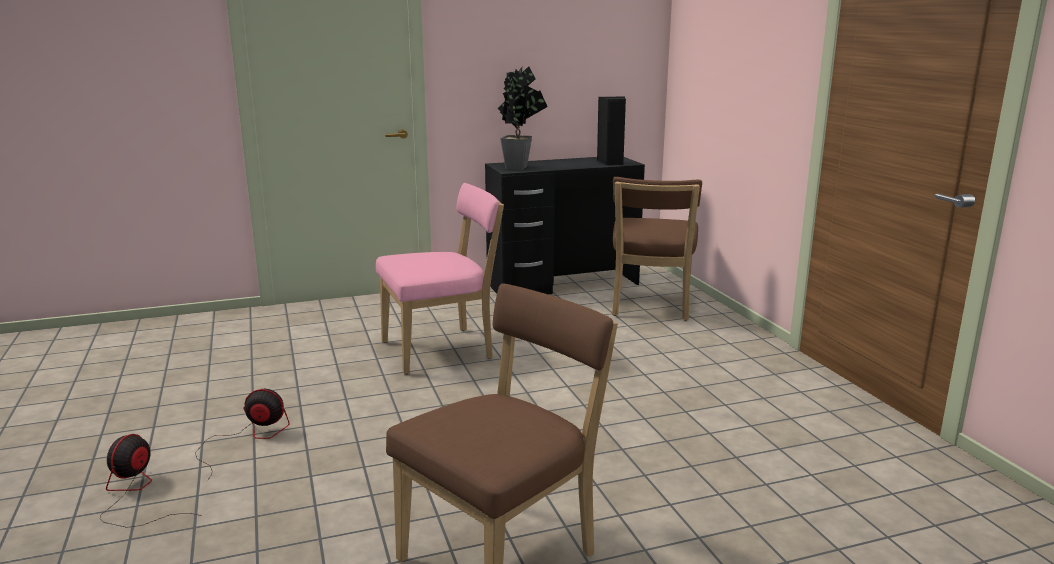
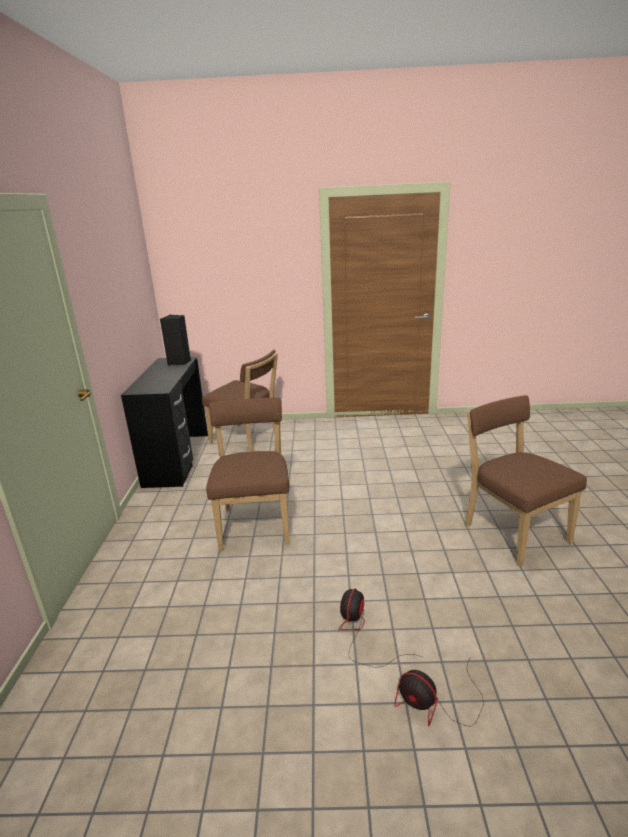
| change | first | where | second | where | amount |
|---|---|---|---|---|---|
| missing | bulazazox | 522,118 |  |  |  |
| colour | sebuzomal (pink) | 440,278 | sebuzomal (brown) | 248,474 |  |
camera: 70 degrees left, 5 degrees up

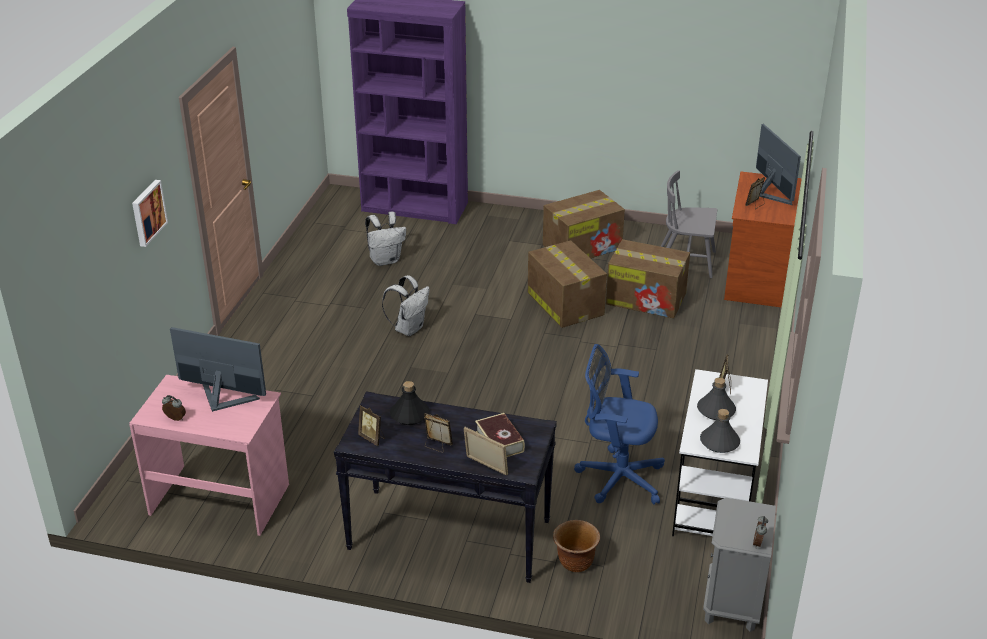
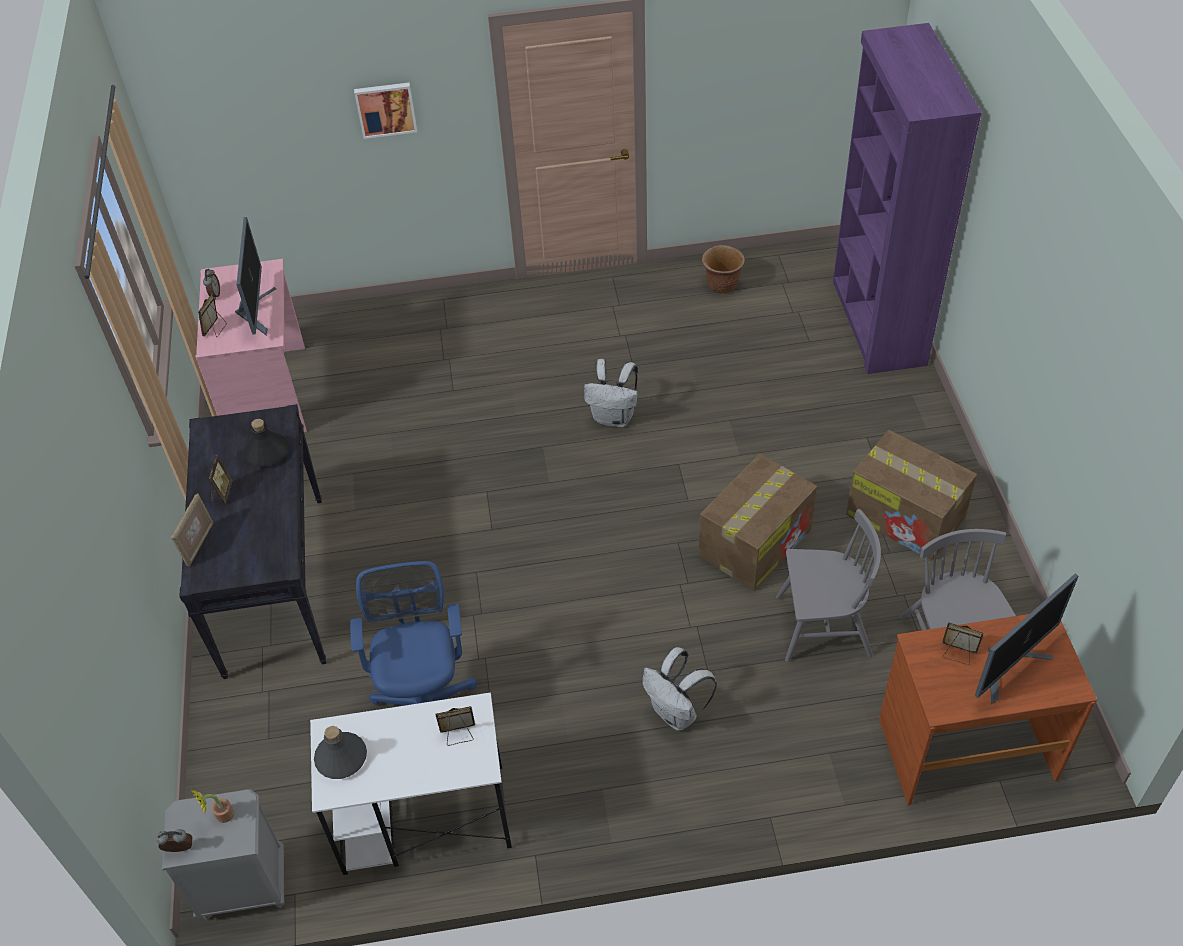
| change | first | where | second | where | amount |
|---|---|---|---|---|---|
| relocated | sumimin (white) | 385,239 |  | 679,689 |  |
| exchanged | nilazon | 648,278 | sebuzomal (grey) | 828,585 |  |
| missing | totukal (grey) | 716,399 |  |  |  |
| relocated | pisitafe | 371,425 |  | 212,315 |  |
| missing | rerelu | 500,435 |  |  |  |
| relocated | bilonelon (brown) | 576,546 |  | 723,269 |  |
| appeared |  |  | bulazazox | 212,806 |  |
camera: 70 degrees right, 15 degrees up

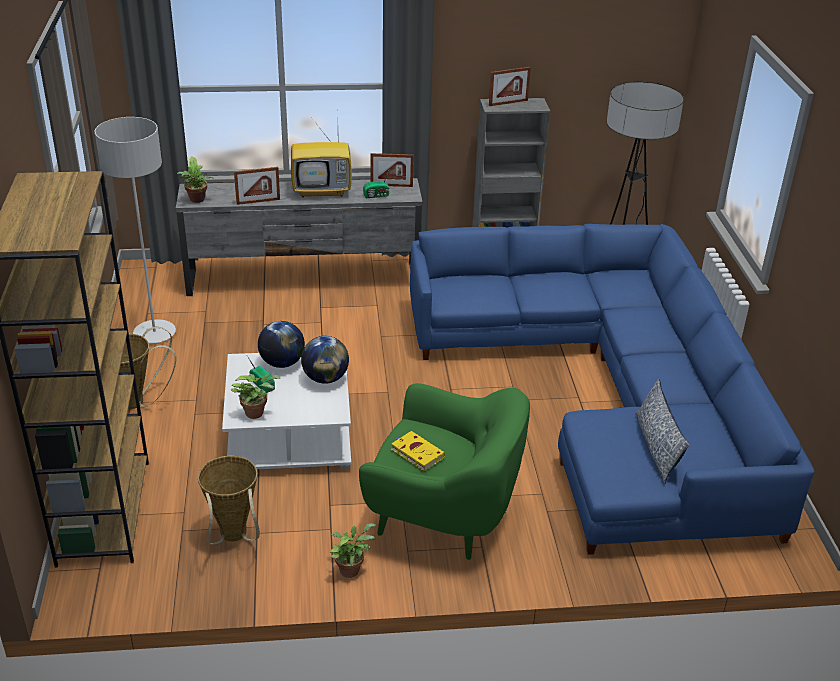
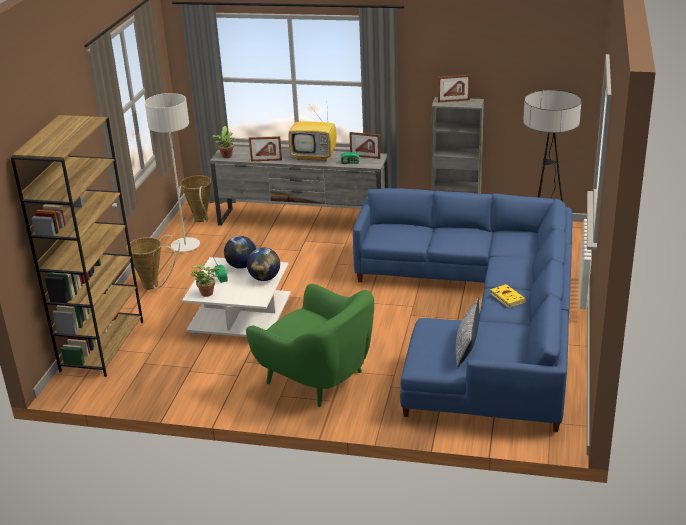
| change | first | where | second | where | amount |
|---|---|---|---|---|---|
| relocated | rerelu (yellow) | 418,451 |  | 508,296 |  |
| relocated | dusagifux | 229,500 |  | 194,198 |  |
| missing | bulazazox | 353,550 |  |  |  |
camera: 20 degrees right, 5 degrees down

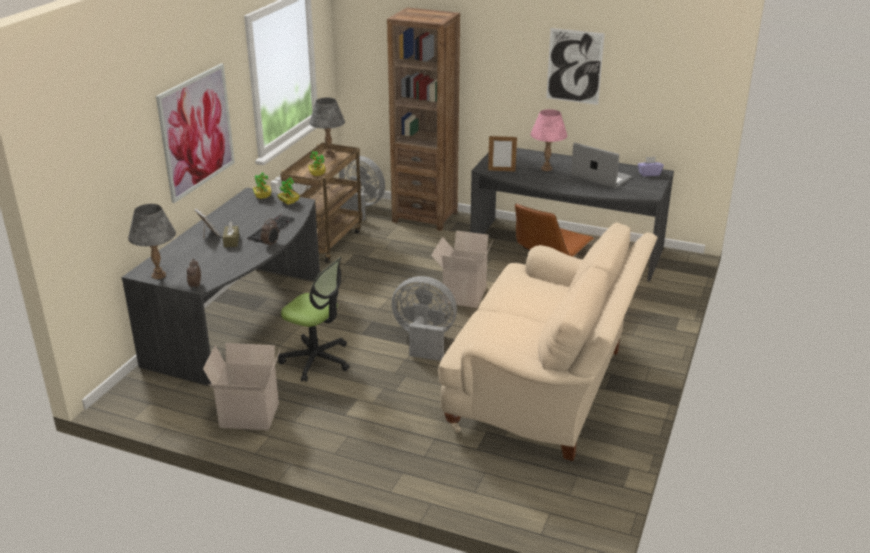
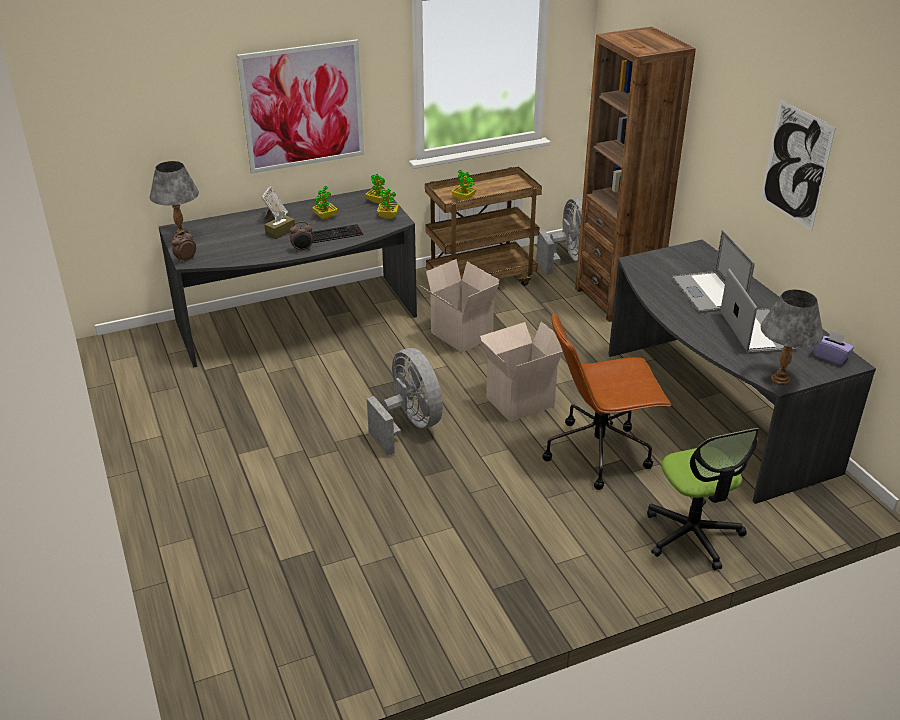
| change | first | where | second | where | amount |
|---|---|---|---|---|---|
| relocated | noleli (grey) | 327,127 |  | 792,337 |  |
| exchanged | noleli (pink) | 548,140 | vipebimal | 713,271 |  |
| missing | pisitafe | 502,153 |  |  |  |
| missing | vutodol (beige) | 548,341 |  |  |  |
| relocated | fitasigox | 313,319 |  | 703,499 |  |
| relocated | nilazon | 242,386 |  | 459,306 |  |
| appeared |  |  | bulazazox | 325,202 |  |
camera: 45 degrees right, 5 degrees up

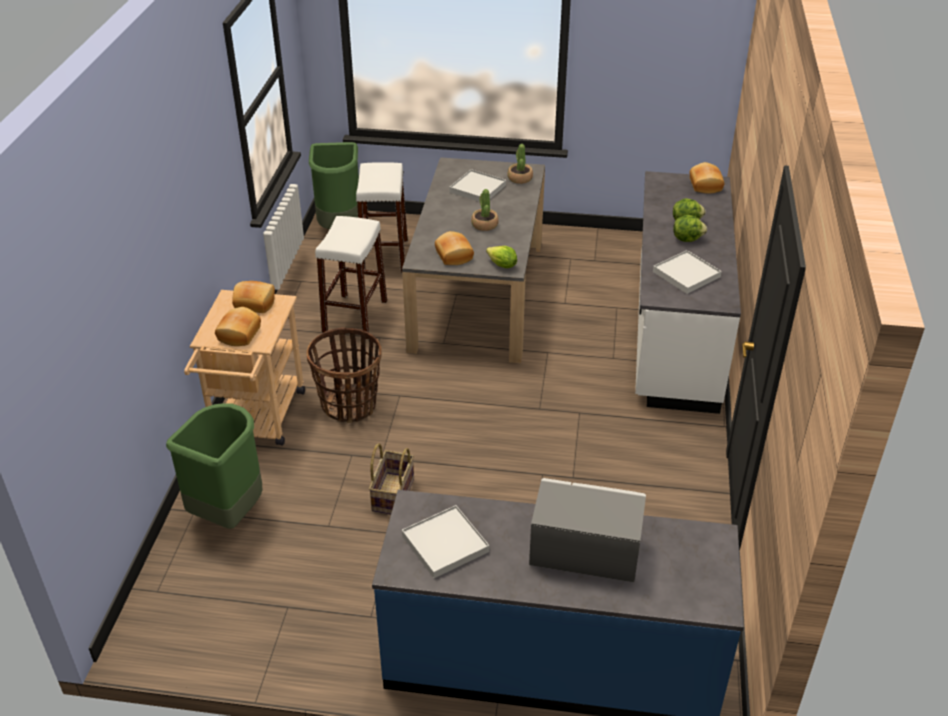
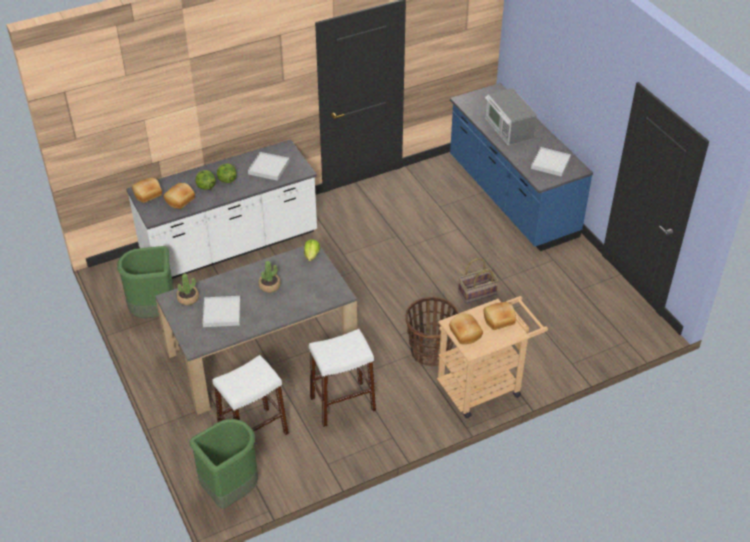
| change | first | where | second | where | amount |
|---|---|---|---|---|---|
| relocated | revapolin | 454,248 |  | 179,196 |  |
| relocated | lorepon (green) | 214,466 |  | 145,282 |  |
camera: 125 degrees left, 5 degrees up

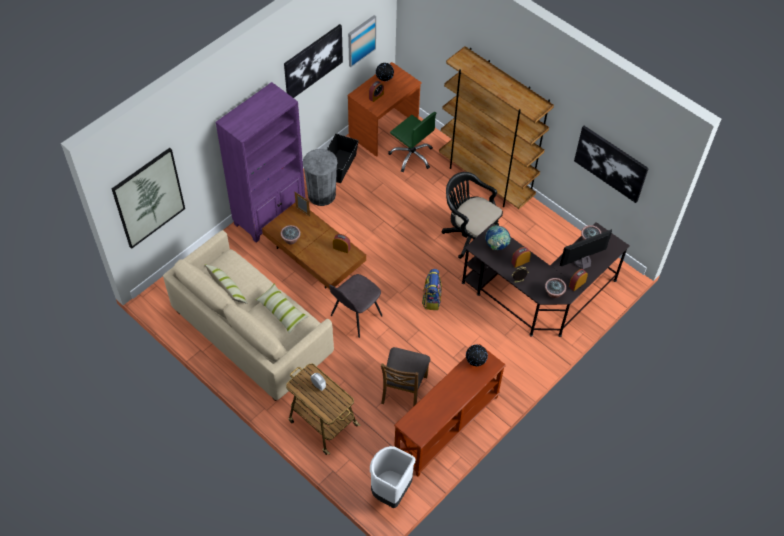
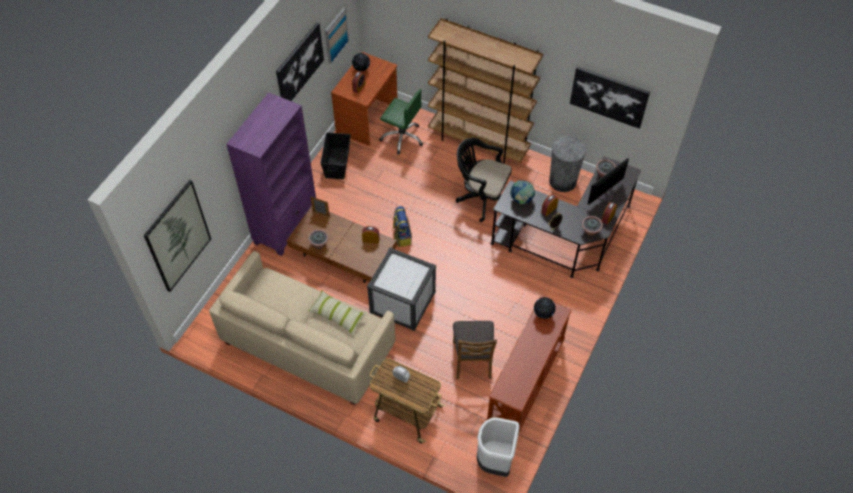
| change | first | where | second | where | amount |
|---|---|---|---|---|---|
| relocated | lorepon (grey) | 320,177 |  | 567,164 |  |
| missing | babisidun | 226,284 |  |  |  |
| relocated | sumimin | 432,289 |  | 402,226 |  |
| exchanged | sebuzomal (grey) | 356,306 | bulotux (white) | 401,289 |  |
camera: 15 degrees left, 0 degrees up

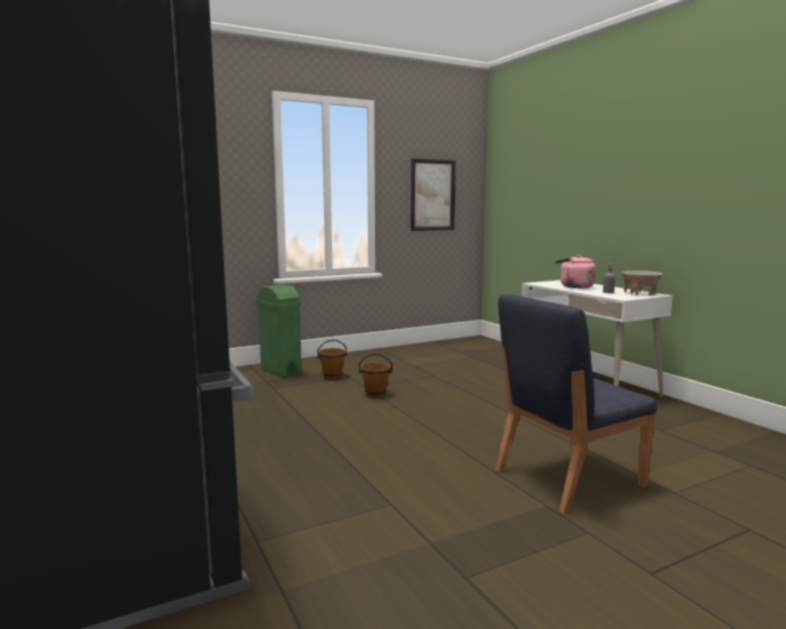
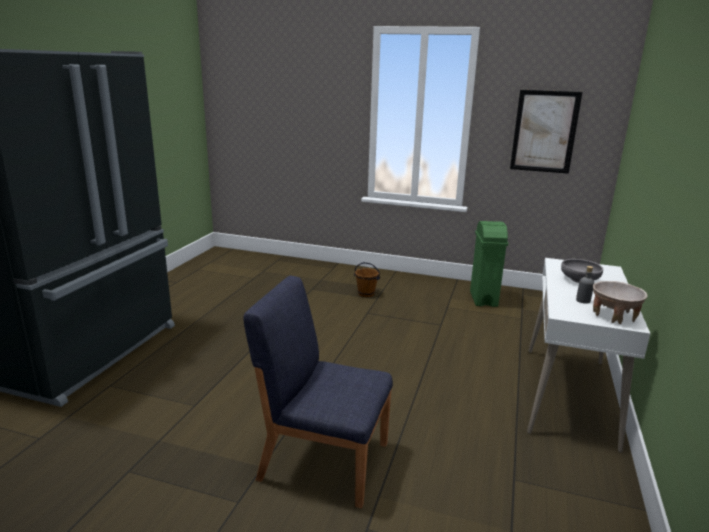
| change | first | where | second | where | amount |
|---|---|---|---|---|---|
| exchanged | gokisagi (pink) | 575,271 | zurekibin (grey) | 582,271 |  |
| relocated | lorepon (green) | 279,331 |  | 489,264 |  |
| missing | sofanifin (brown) | 376,376 |  |  |  |
camera: 45 degrees right, 10 degrees up

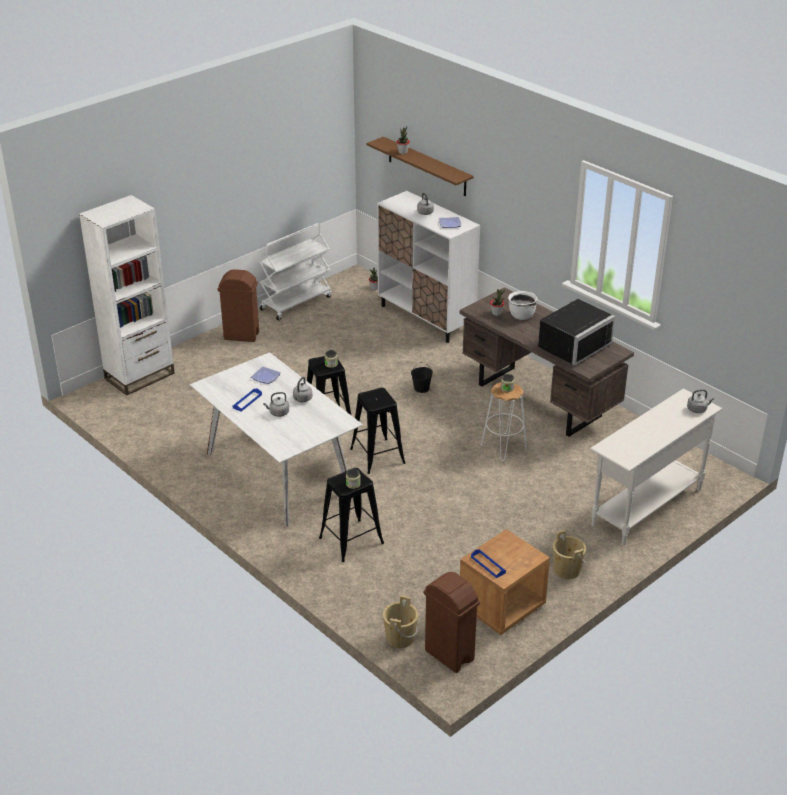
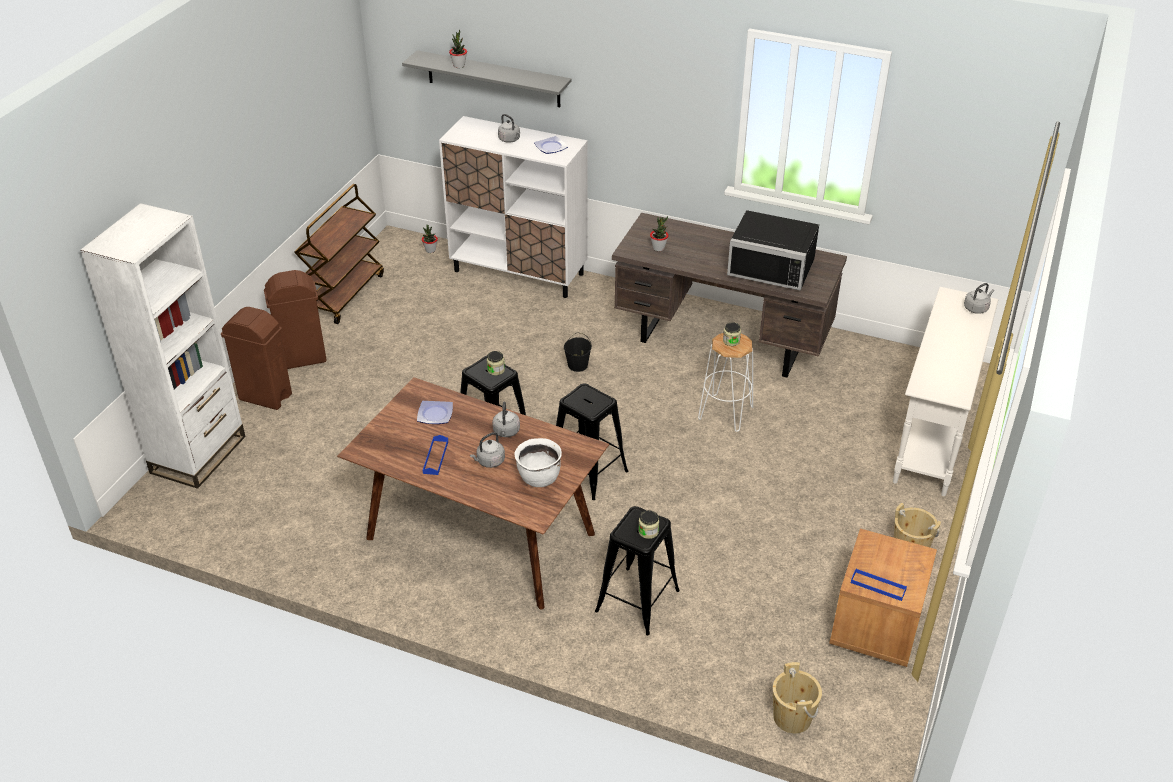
| change | first | where | second | where | amount |
|---|---|---|---|---|---|
| colour | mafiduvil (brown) | 419,166 | mafiduvil (grey) | 487,78 |  |
| colour | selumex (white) | 295,272 | selumex (brown) | 339,254 |  |
| relocated | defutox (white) | 522,305 |  | 538,462 |  |
| spun | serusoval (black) | 575,332 |  | 773,250 | 90 degrees clockwise |
| colour | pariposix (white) | 276,439 | pariposix (brown) | 473,493 |  |
| relocated | lorepon (brown) | 452,622 |  | 256,358 |  |
camera: 25 degrees left, 5 degrees up

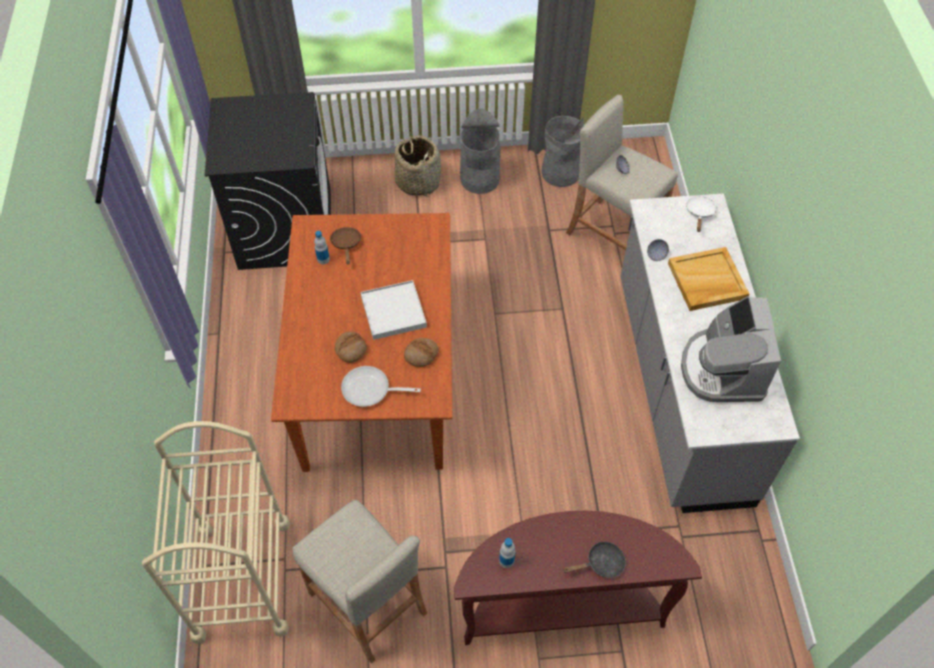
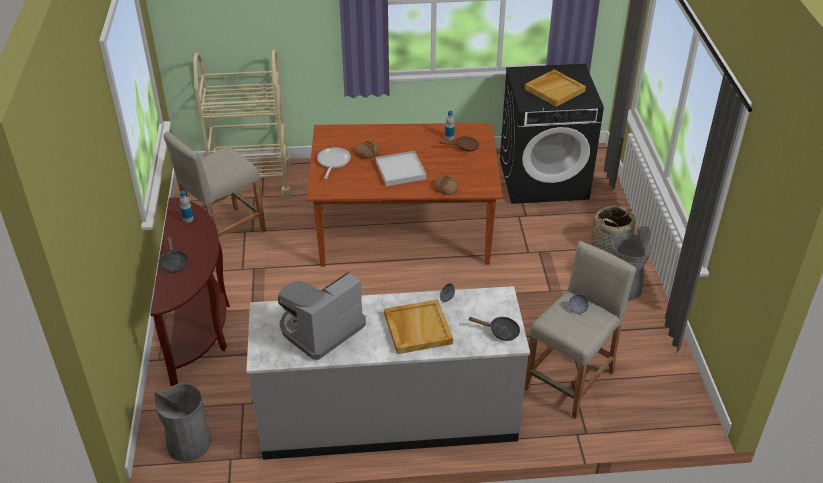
| change | first | where | second | where | amount |
|---|---|---|---|---|---|
| relocated | lorepon (grey) | 563,151 |  | 183,422 |  |
| colour | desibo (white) | 701,214 | desibo (black) | 494,329 |  |
| spun | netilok | 731,349 |  | 322,315 | 45 degrees counterclockwise |
| relocated | revapolin | 421,352 |  | 446,185 |  |
| appeared |  |  | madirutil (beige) | 555,88 |  |
camera: 90 degrees right, 15 degrees down

